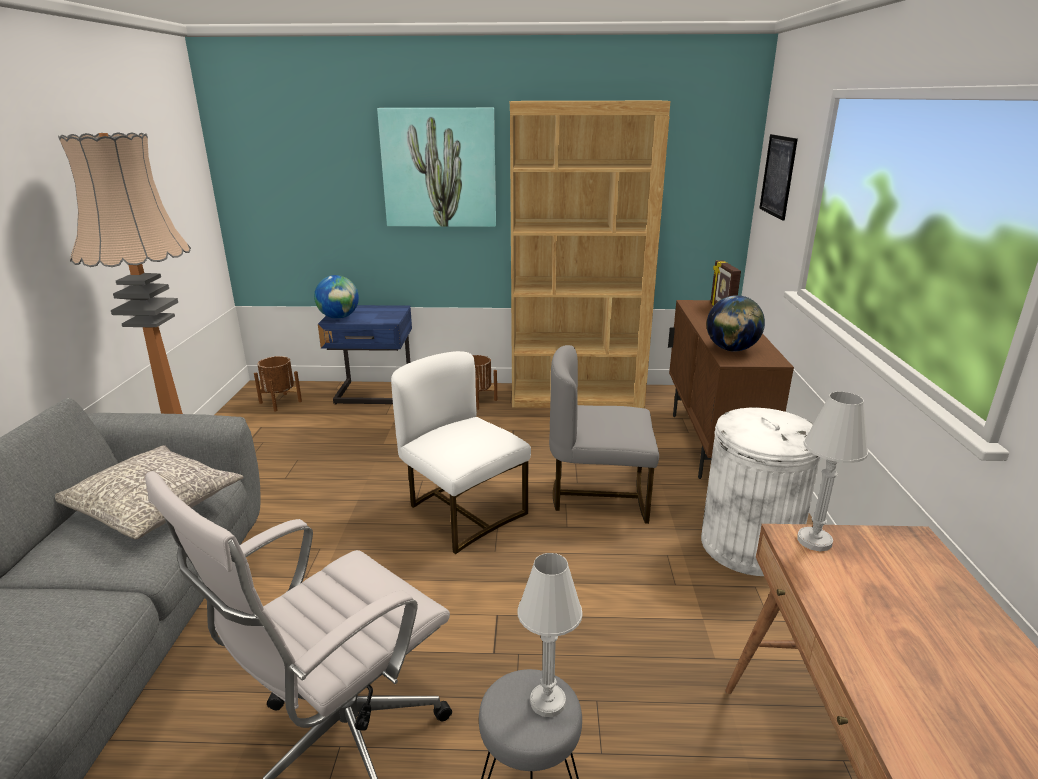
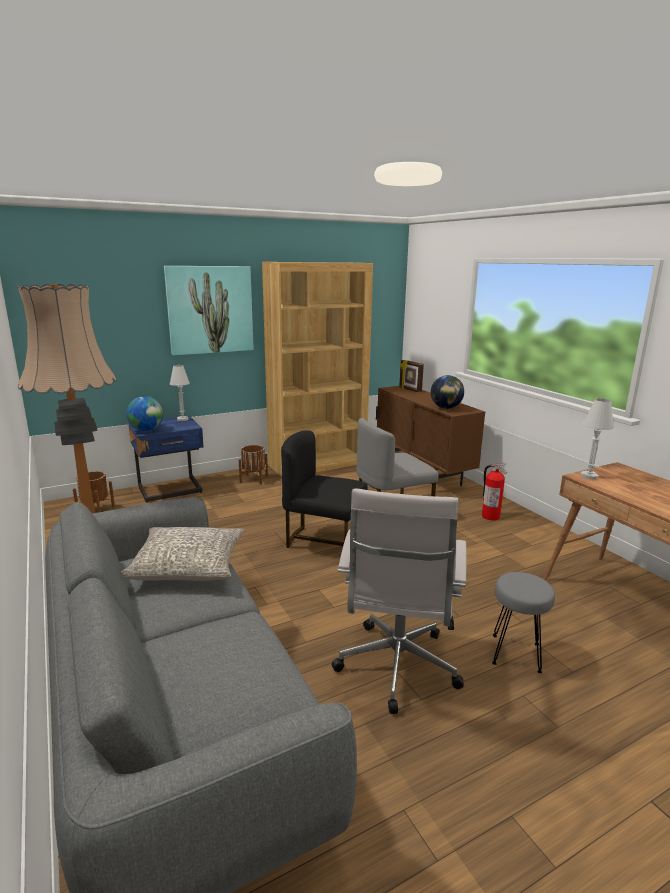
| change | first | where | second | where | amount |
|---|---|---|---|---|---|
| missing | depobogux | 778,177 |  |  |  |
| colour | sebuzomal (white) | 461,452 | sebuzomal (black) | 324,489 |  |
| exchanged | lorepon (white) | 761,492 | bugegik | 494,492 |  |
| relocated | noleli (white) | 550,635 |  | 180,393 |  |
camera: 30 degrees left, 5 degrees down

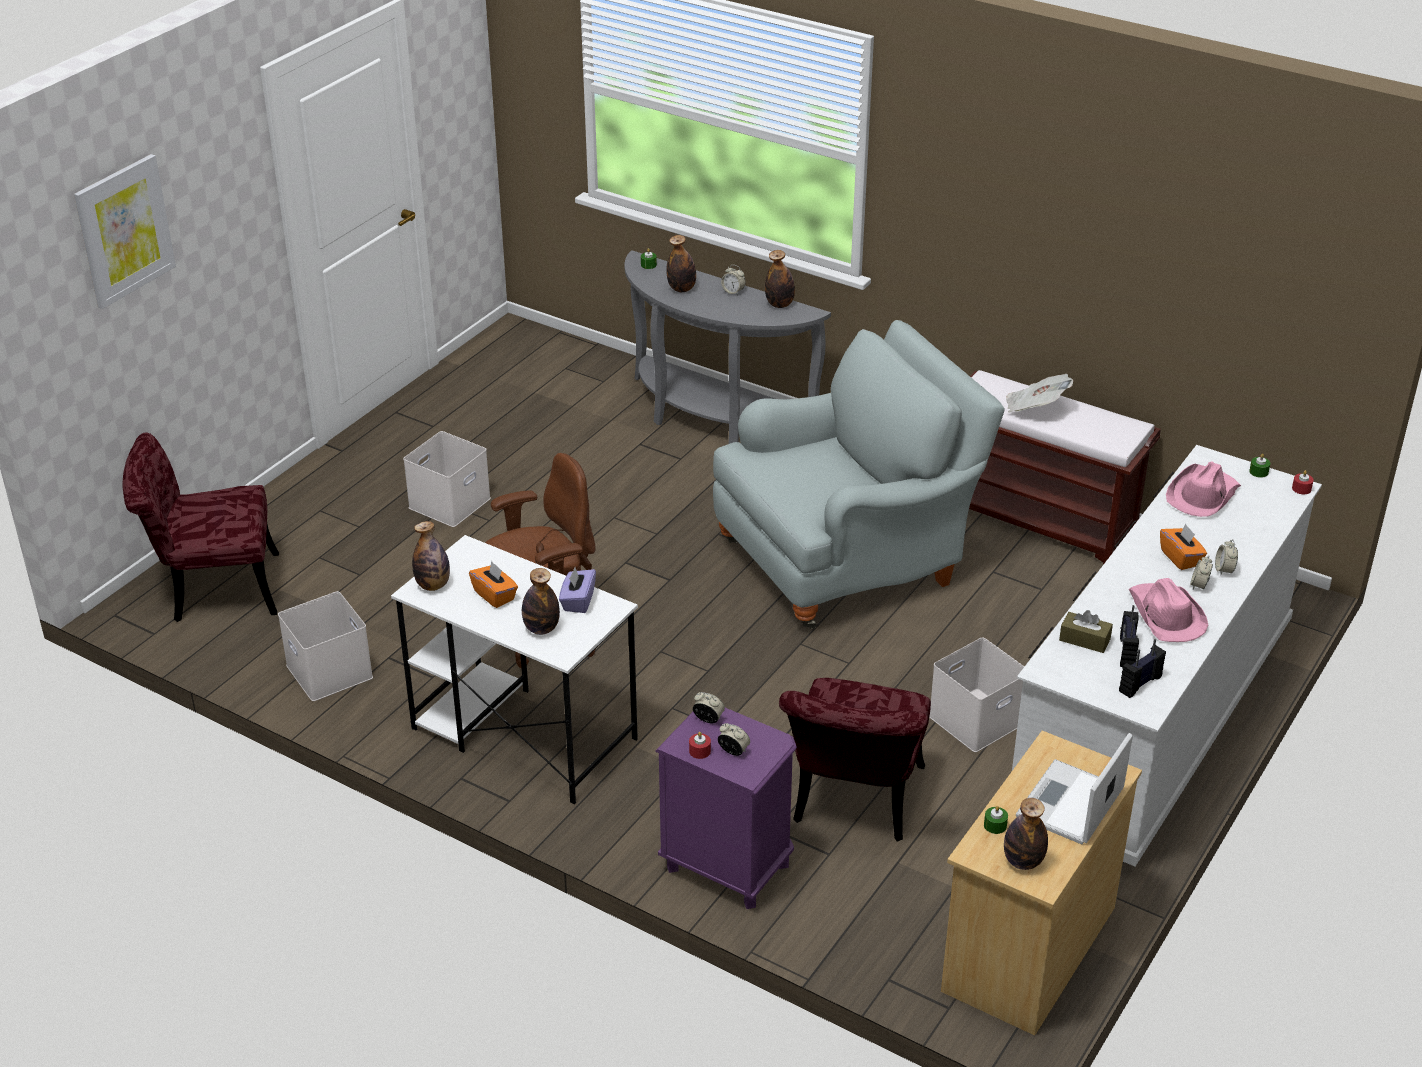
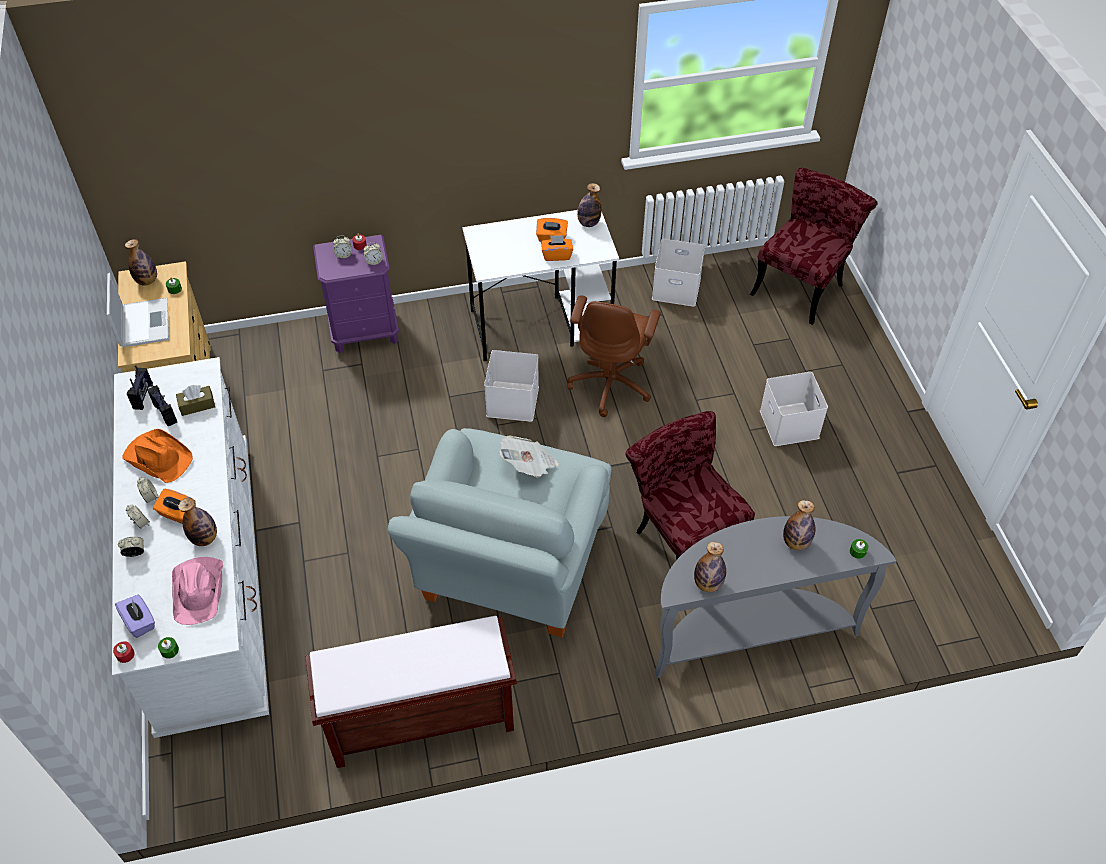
| change | first | where | second | where | amount |
|---|---|---|---|---|---|
| missing | depobogux | 125,231 |  |  |  |
| relocated | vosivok | 733,280 |  | 131,547 |  |
| relocated | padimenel | 1039,393 |  | 529,456 |  |
| relocated | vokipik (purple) | 577,590 |  | 135,616 |  |
| relocated | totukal | 541,601 |  | 197,521 |  |
| colour | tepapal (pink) | 1168,610 | tepapal (orange) | 158,456 |  |
| relocated | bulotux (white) | 976,694 |  | 511,386 |  |
| relocated | sebuzomal (red) | 855,759 |  | 690,485 |  |
| appeared |  |  | vokipik (orange) | 557,248 |  |
camera: 135 degrees right, 15 degrees up

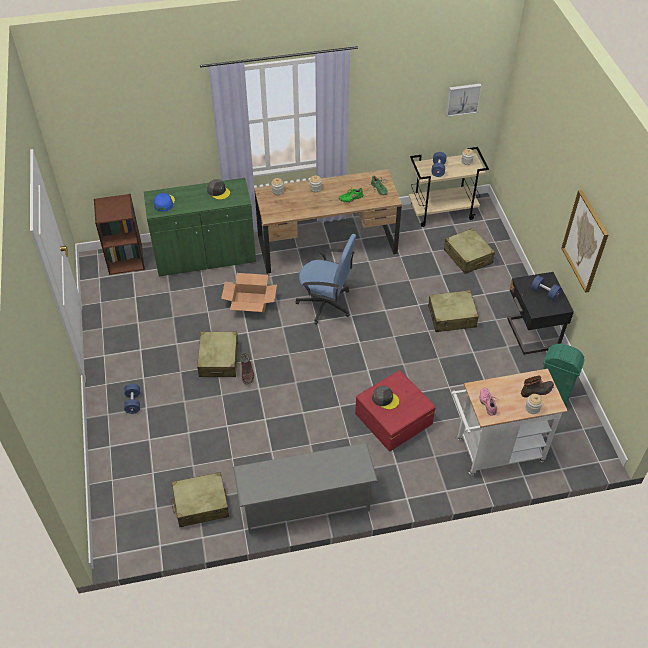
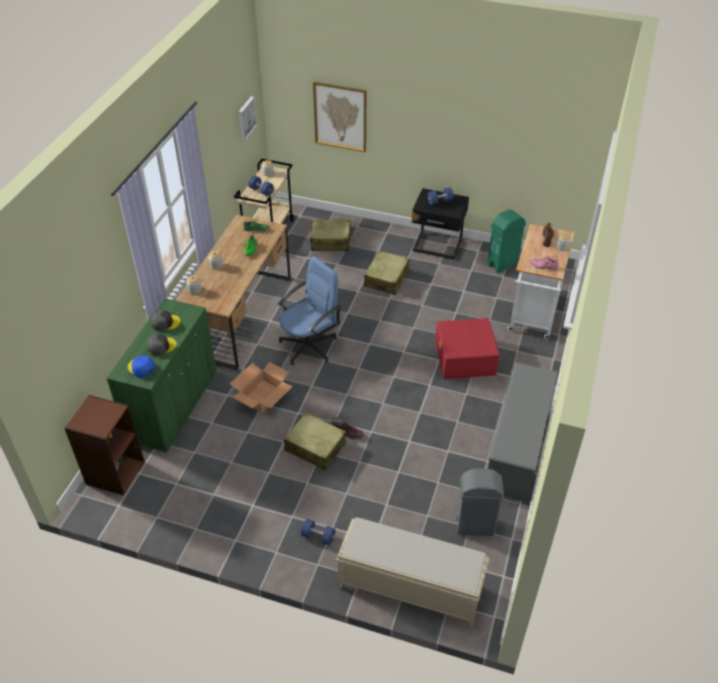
| change | first | where | second | where | amount |
|---|---|---|---|---|---|
| relocated | depobogux | 585,241 |  | 339,117 |  |
| relocated | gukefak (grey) | 385,397 |  | 162,345 |  |
| exchanged | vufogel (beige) | 200,499 | lorepon (grey) | 480,502 |  |
| appeared |  |  | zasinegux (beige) | 413,572 |  |
camera: 60 degrees left, 5 degrees down

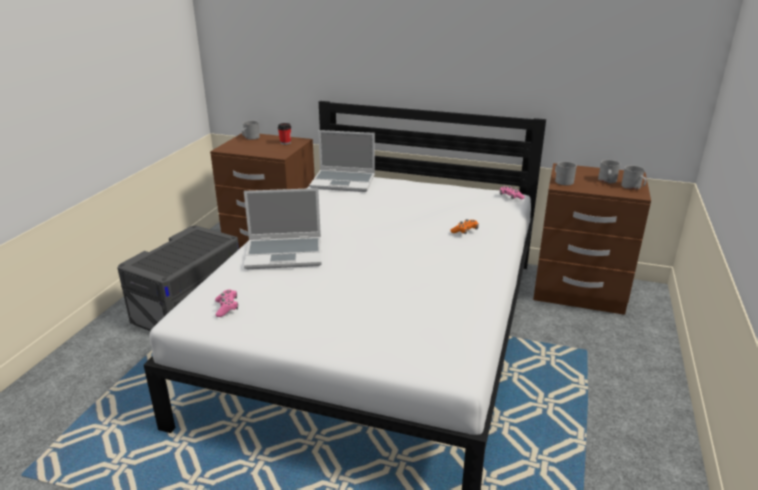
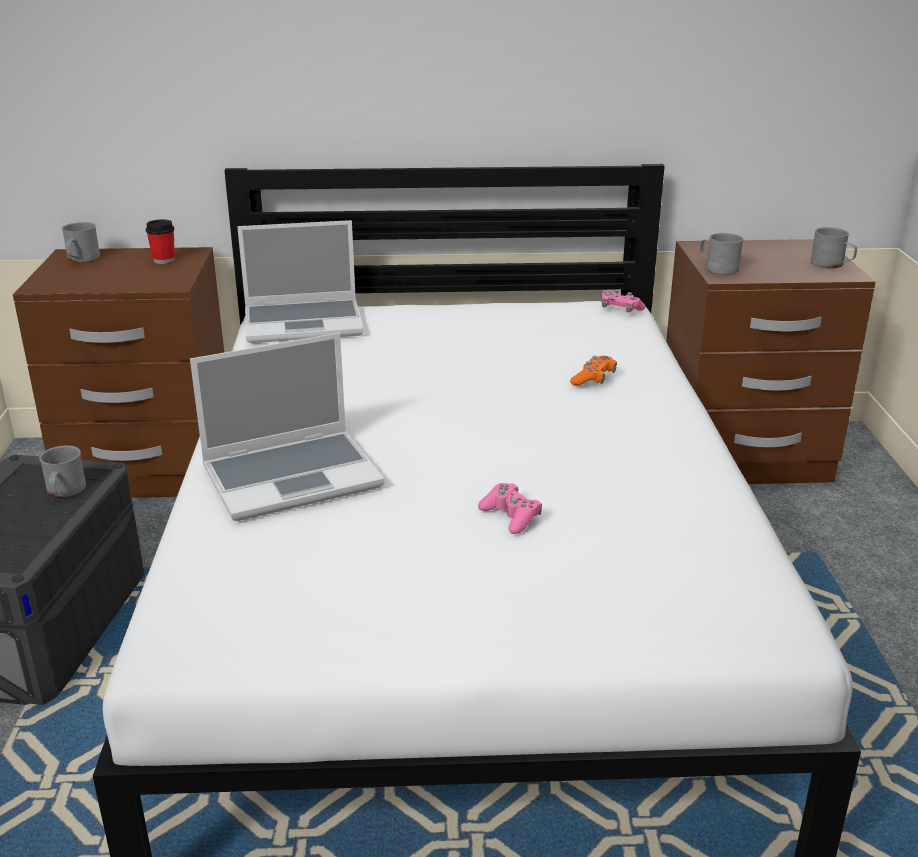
| change | first | where | second | where | amount |
|---|---|---|---|---|---|
| relocated | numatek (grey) | 609,171 |  | 62,472 |  |
| relocated | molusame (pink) | 226,303 |  | 510,508 |  |
camera: 20 degrees left, 0 degrees up

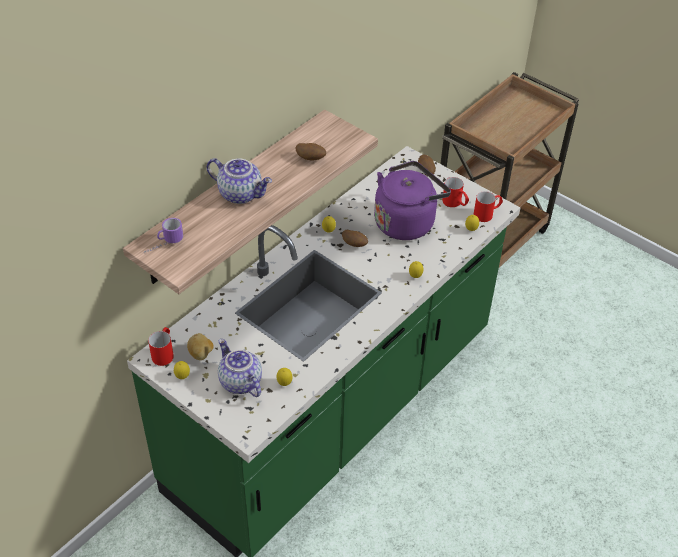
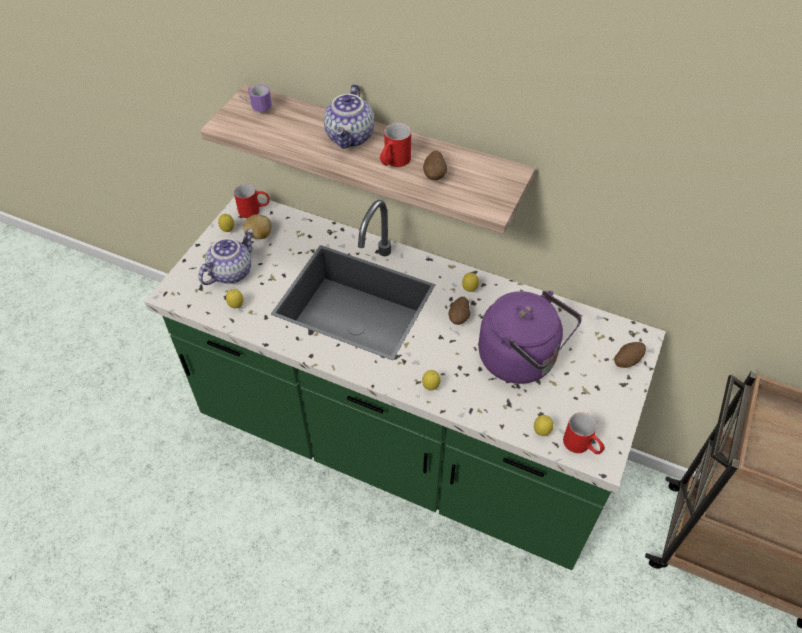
| change | first | where | second | where | amount |
|---|---|---|---|---|---|
| relocated | numatek (red) | 455,192 |  | 395,145 |  |
camera: 75 degrees right, 5 degrees up

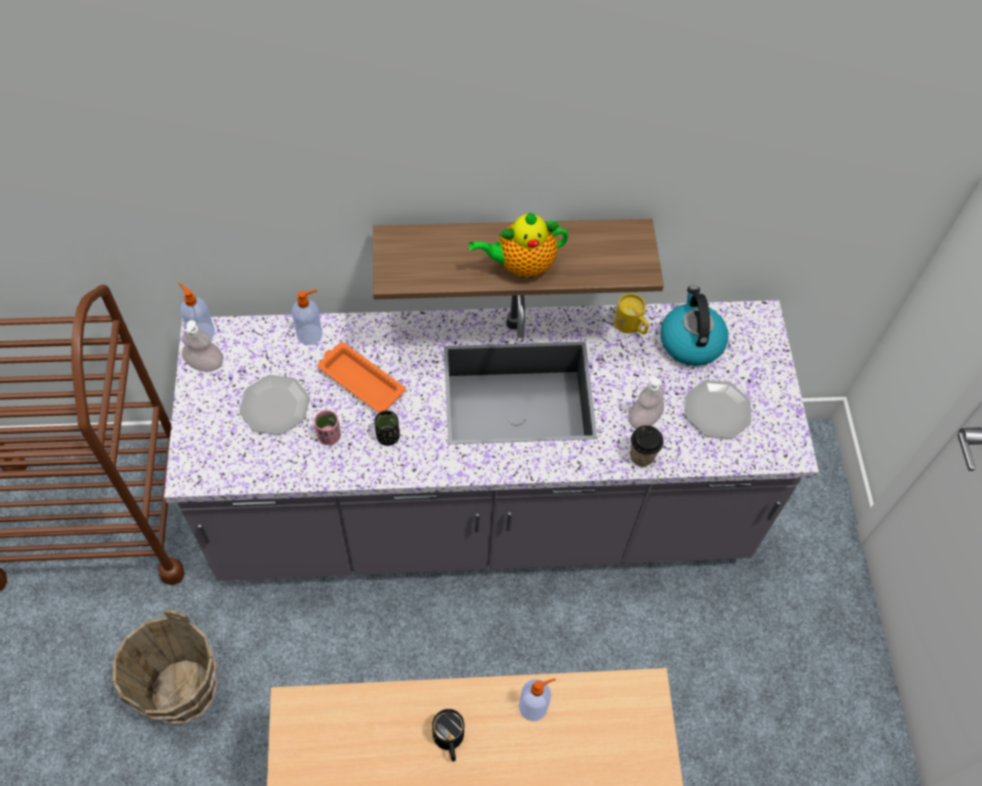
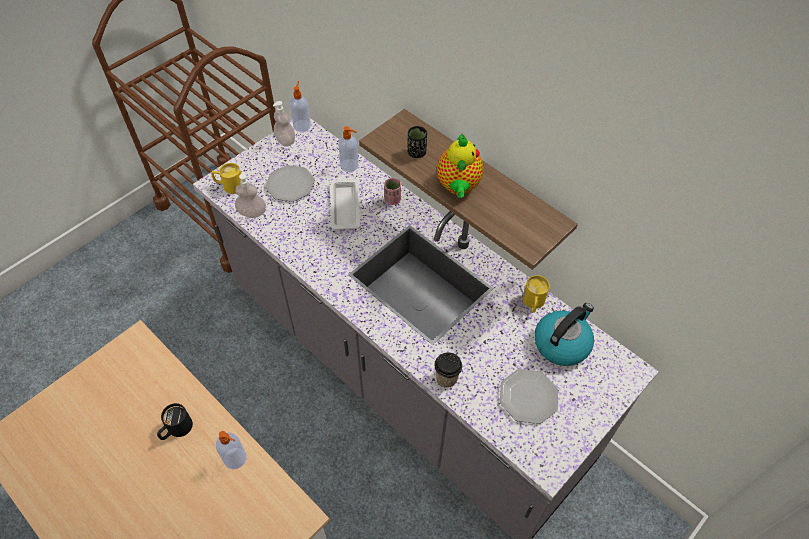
| change | first | where | second | where | amount |
|---|---|---|---|---|---|
| spun | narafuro | 518,245 |  | 460,165 | 120 degrees counterclockwise |
| colour | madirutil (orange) | 361,377 | madirutil (white) | 345,204 |  |
| relocated | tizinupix | 646,402 |  | 250,195 |  |
| relocated | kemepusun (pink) | 327,427 |  | 392,191 |  |
| relocated | kemepusun (black) | 387,428 |  | 417,142 |  |
| missing | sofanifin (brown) | 165,667 |  |  |  |
| appeared |  |  | numatek (yellow) | 226,178 |  |
camera: 50 degrees right, 5 degrees down

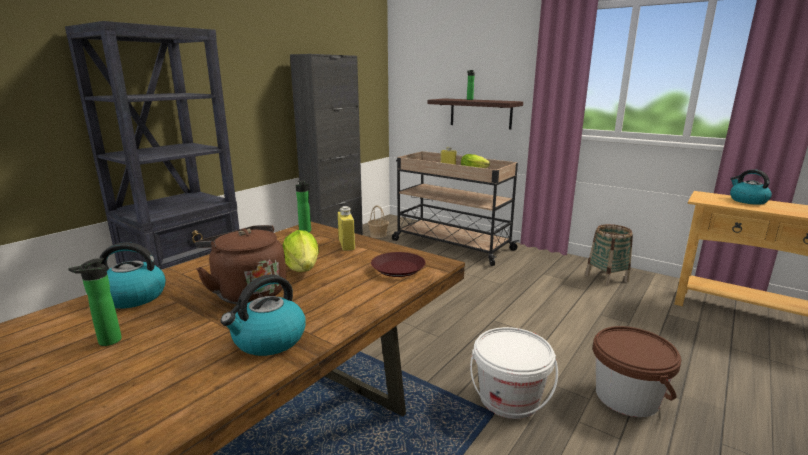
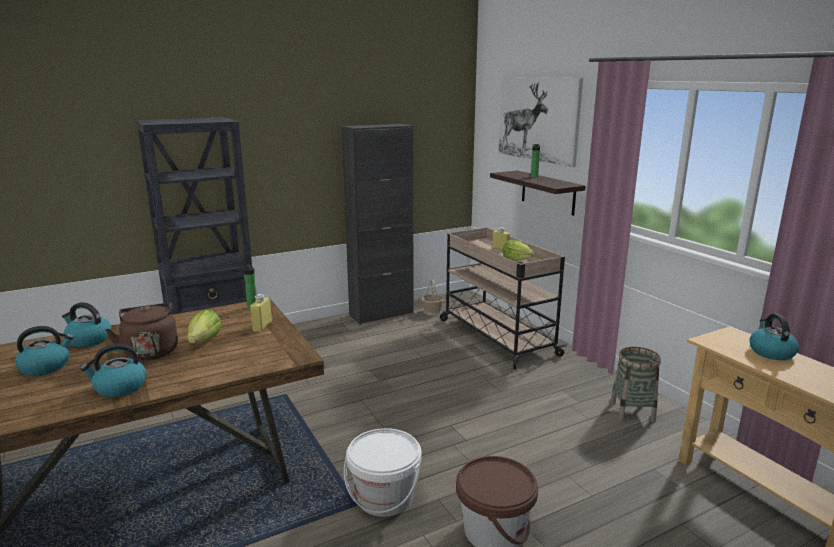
| change | first | where | second | where | amount |
|---|---|---|---|---|---|
| missing | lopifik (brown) | 398,264 |  |  |  |
| exchanged | totukal | 95,302 | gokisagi | 44,351 |  |
| appeared |  |  | depobogux | 540,122 |  |
camera: 25 degrees right, 0 degrees up

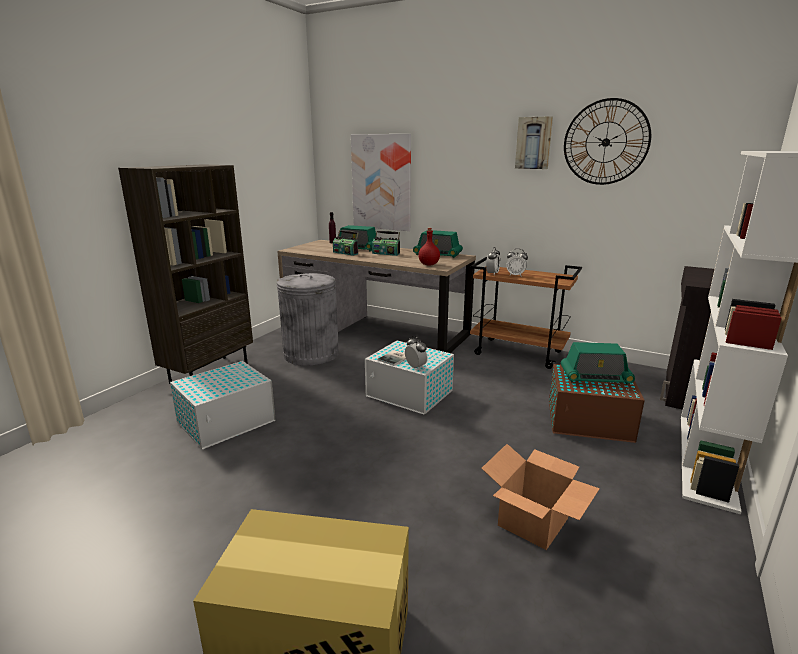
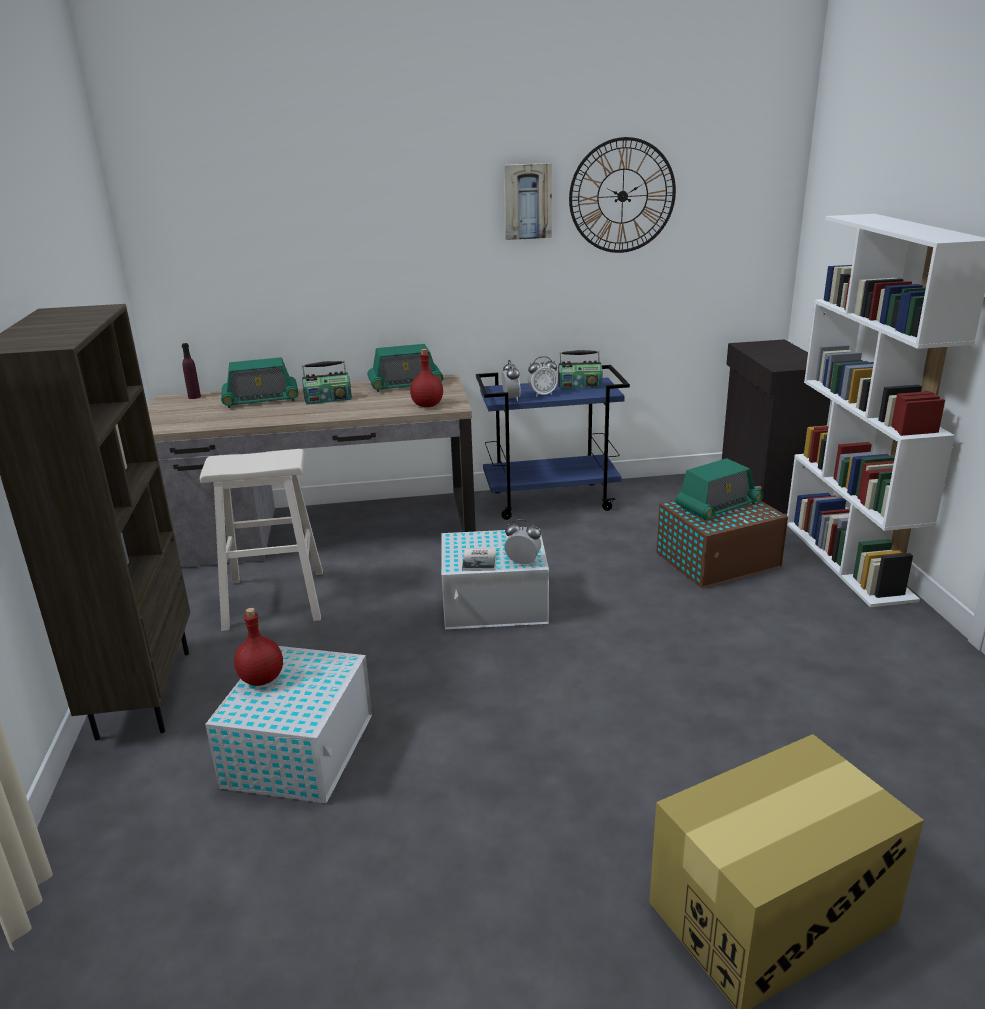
| change | first | where | second | where | amount |
|---|---|---|---|---|---|
| missing | depobogux | 381,182 |  |  |  |
| relocated | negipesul | 346,243 |  | 580,369 |  |
| colour | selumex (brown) | 526,313 | selumex (blue) | 553,442 |  |
| exchanged | lorepon (grey) | 308,319 | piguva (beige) | 261,540 |  |
| missing | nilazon | 540,497 |  |  |  |
| appeared |  |  | totukal (red) | 258,647 |  |
camera: 35 degrees left, 5 degrees up

